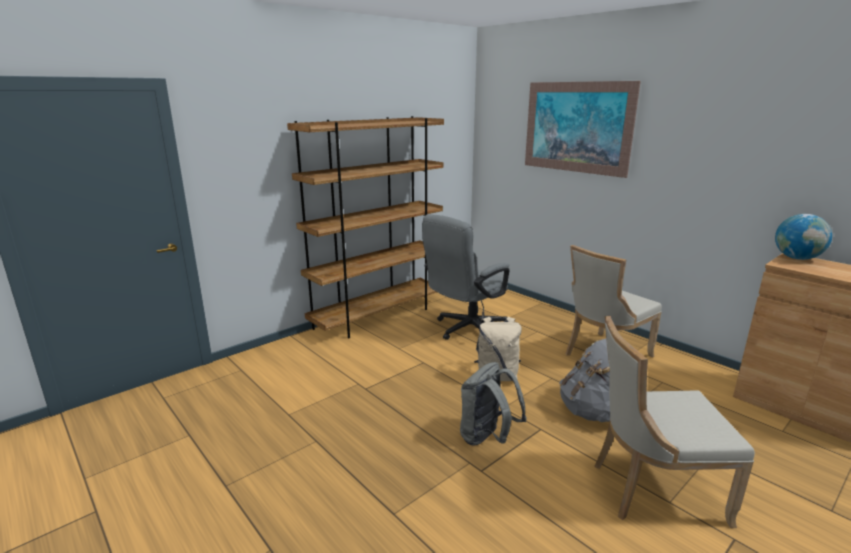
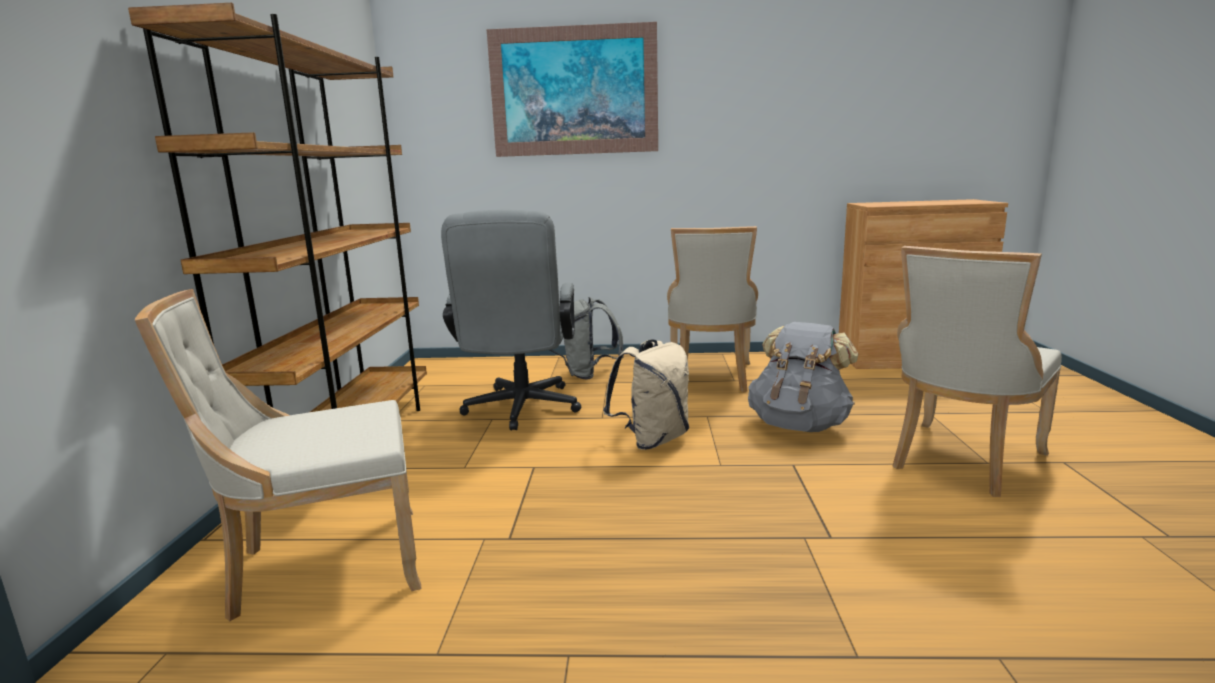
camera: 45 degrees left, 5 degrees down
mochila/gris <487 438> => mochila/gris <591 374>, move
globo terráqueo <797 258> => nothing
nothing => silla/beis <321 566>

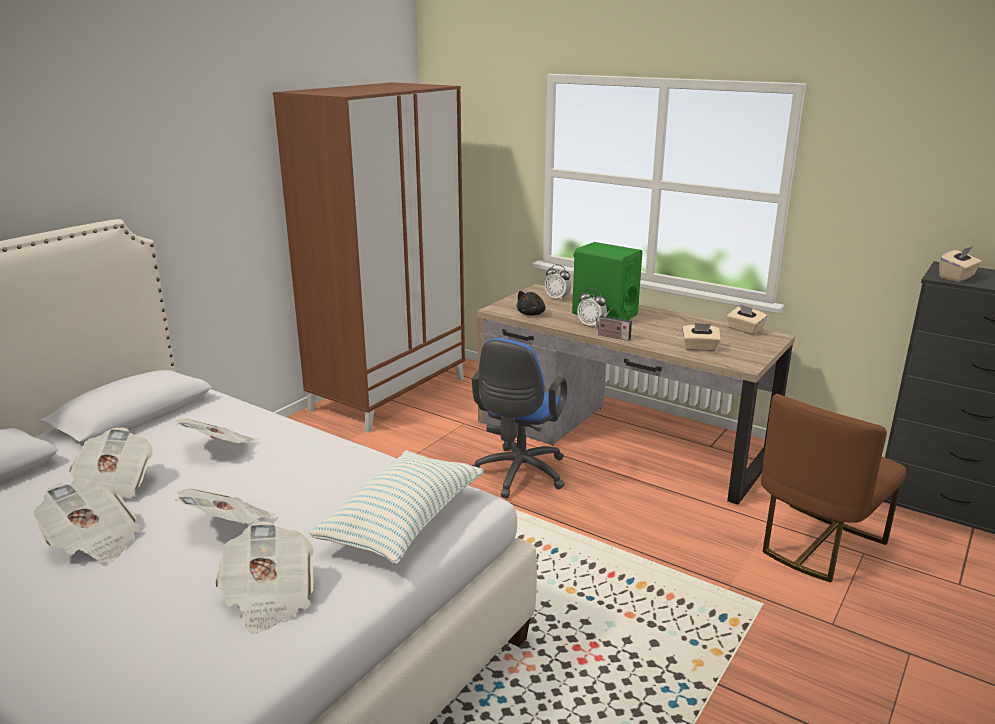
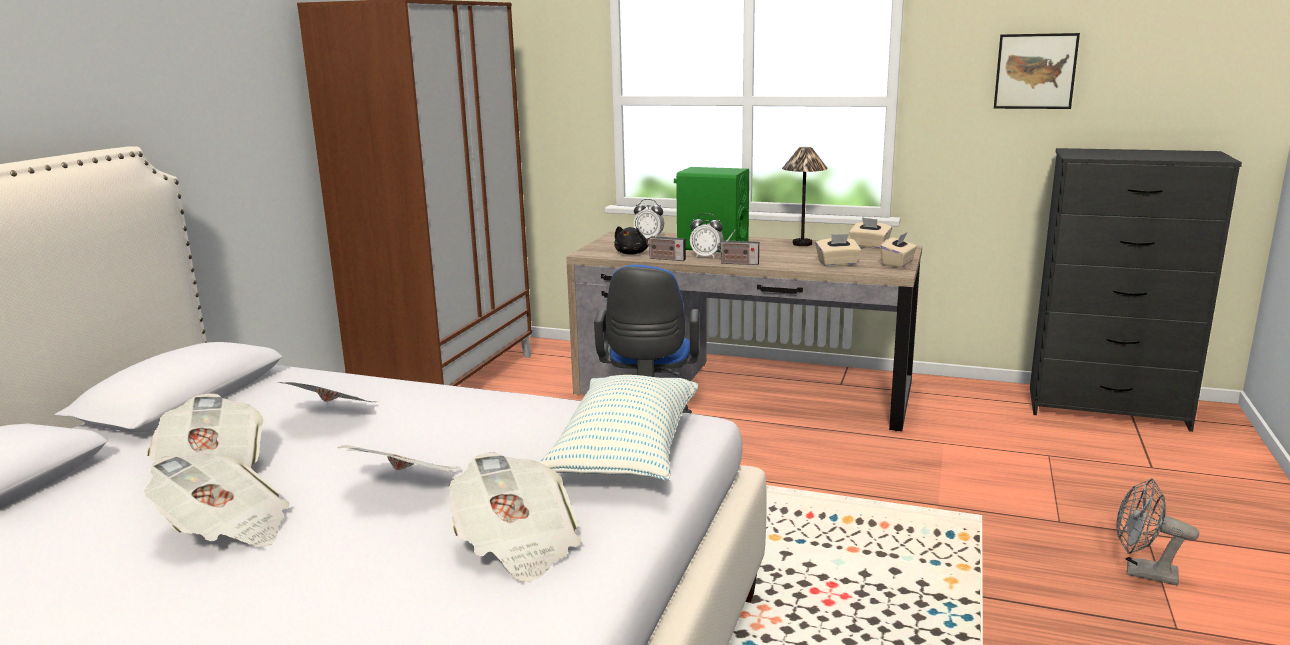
camera: 15 degrees left, 5 degrees down
silla/marrón <816 544> => nothing
caja de pañuelos/beis <957 277> => caja de pañuelos/beis <898 264>, move
nothing => radio <665 259>
nothing => lámpara de mesa <802 244>
nothing => cuadro <1035 71>
nothing => ventilador/gris <1142 573>

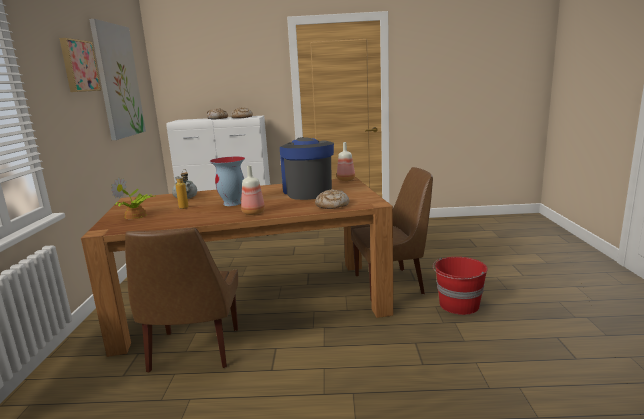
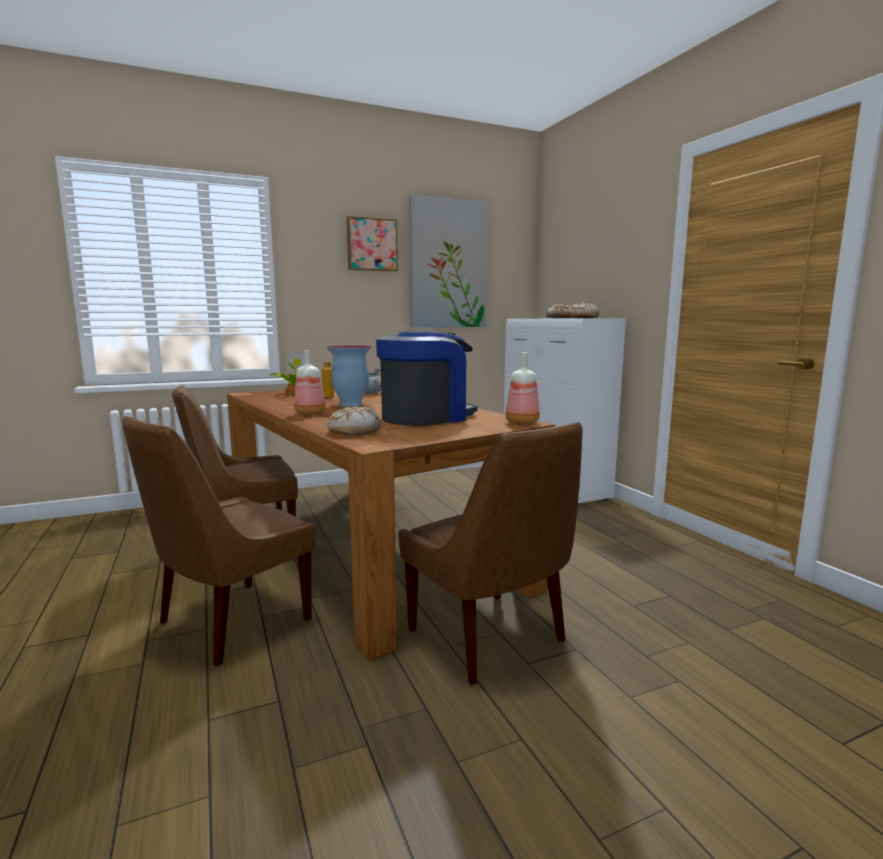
camera: 65 degrees right, 5 degrees down
cubo/rojo <458 305> => nothing
nothing => silla/marrón <229 623>

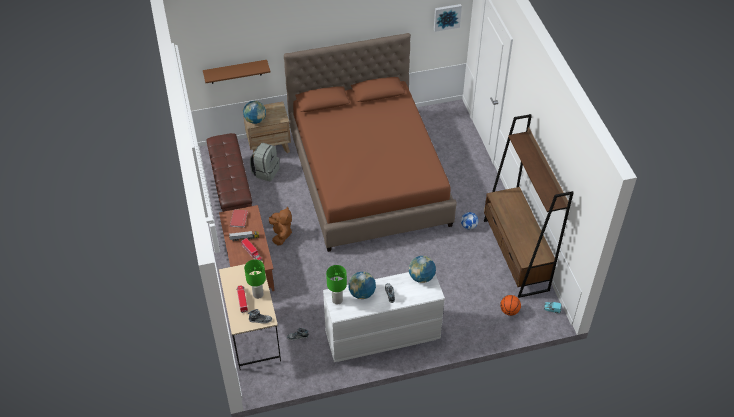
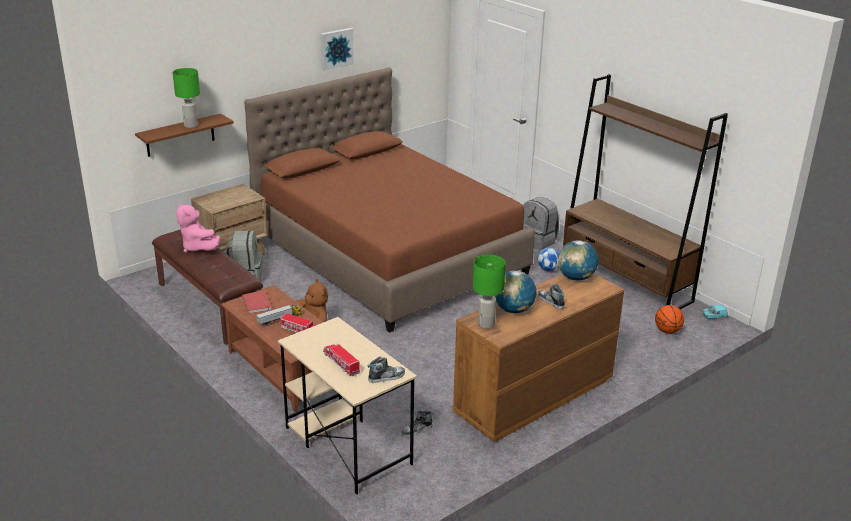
camera: 25 degrees left, 20 degrees down
globo terráqueo <255 120> => nothing
lámpara de mesa/verde <258 294> => lámpara de mesa/verde <190 126>, move
cómoda/blanco <381 336> => cómoda/marrón <533 397>
cuadro <447 17> => cuadro <336 48>, move
nothing => peluche/rosa <198 248>
nothing => mochila/gris <538 241>

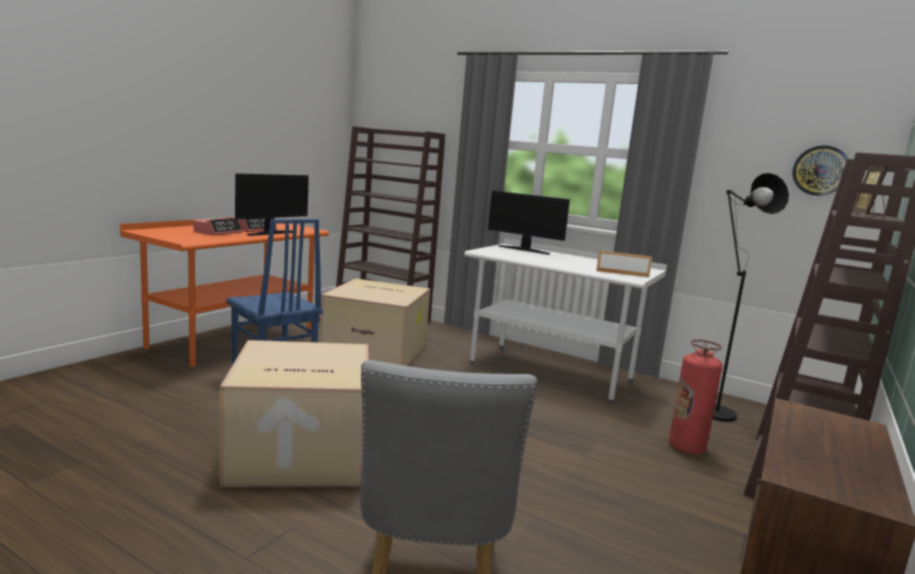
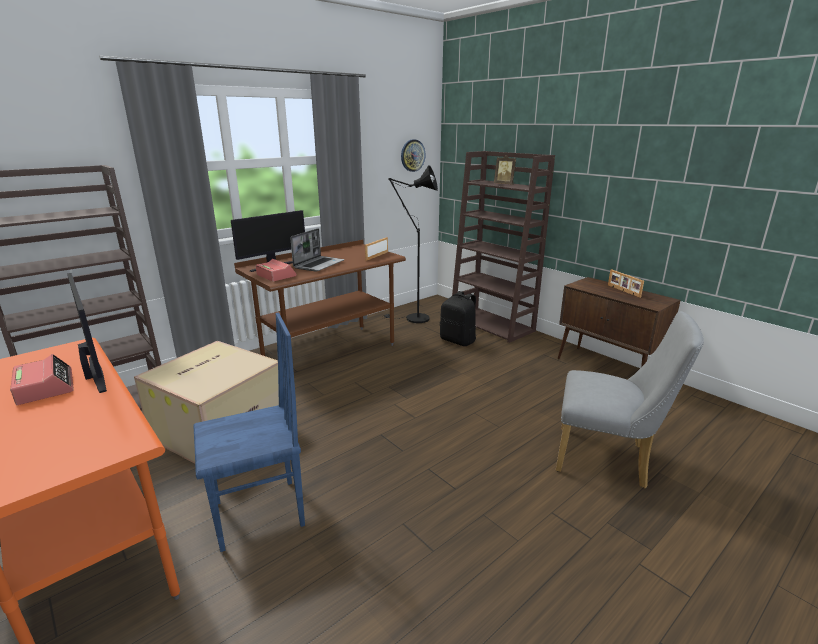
camera: 70 degrees left, 10 degrees up
despertador <218 232> => despertador <276 275>, move
caja de cartón <297 453> => nothing
escritorio/blanco <550 372> => escritorio/marrón <329 352>
extintor <686 448> => mochila/negro <458 340>
nothing => portátil <319 264>
nothing => portarretratos <623 291>

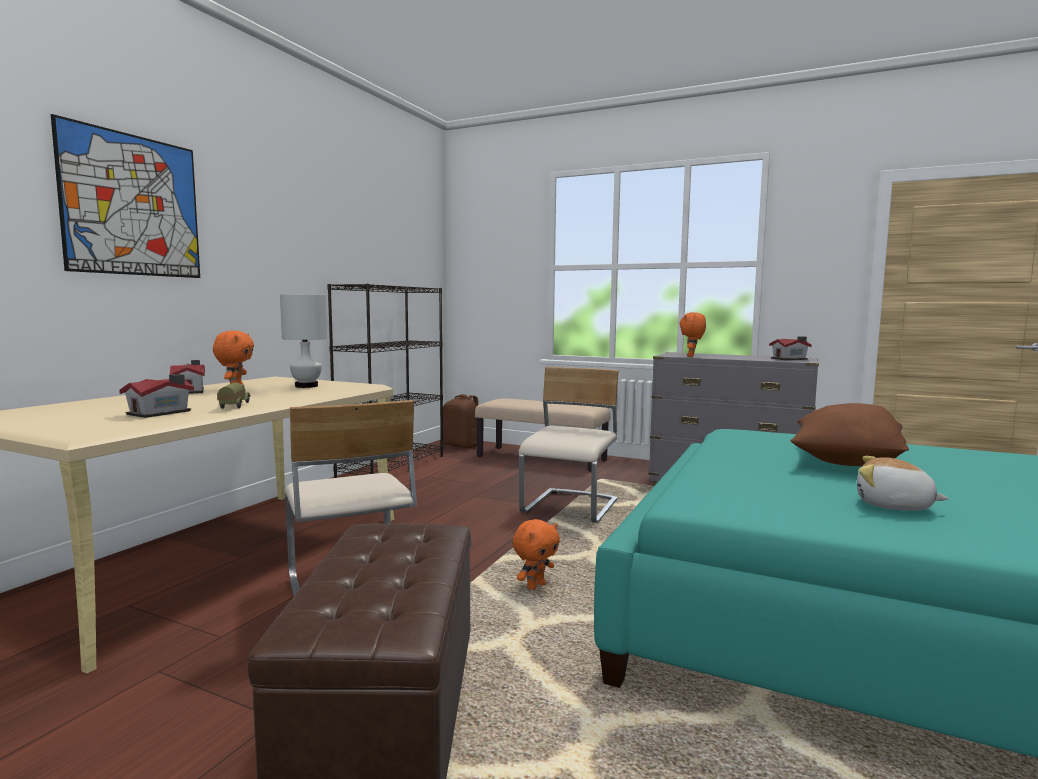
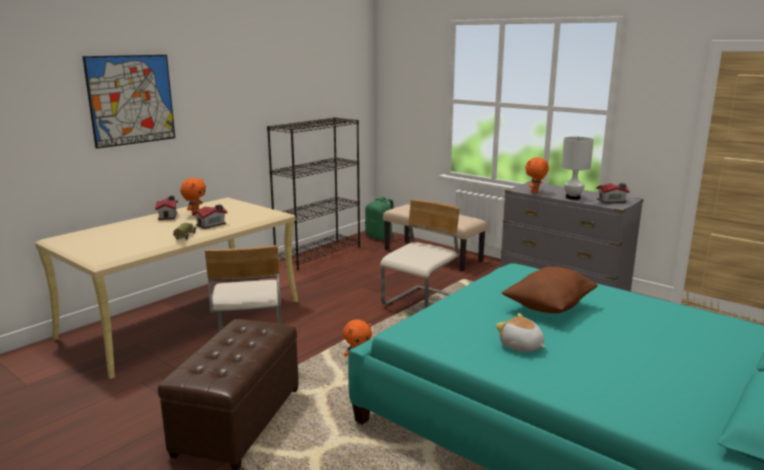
camera: 15 degrees right, 10 degrees up
casita <161 413> => casita <212 224>, move
lámpara de mesa/blanco <306 386> => lámpara de mesa/blanco <572 197>, move
mochila/marrón <462 445> => mochila/verde <380 237>

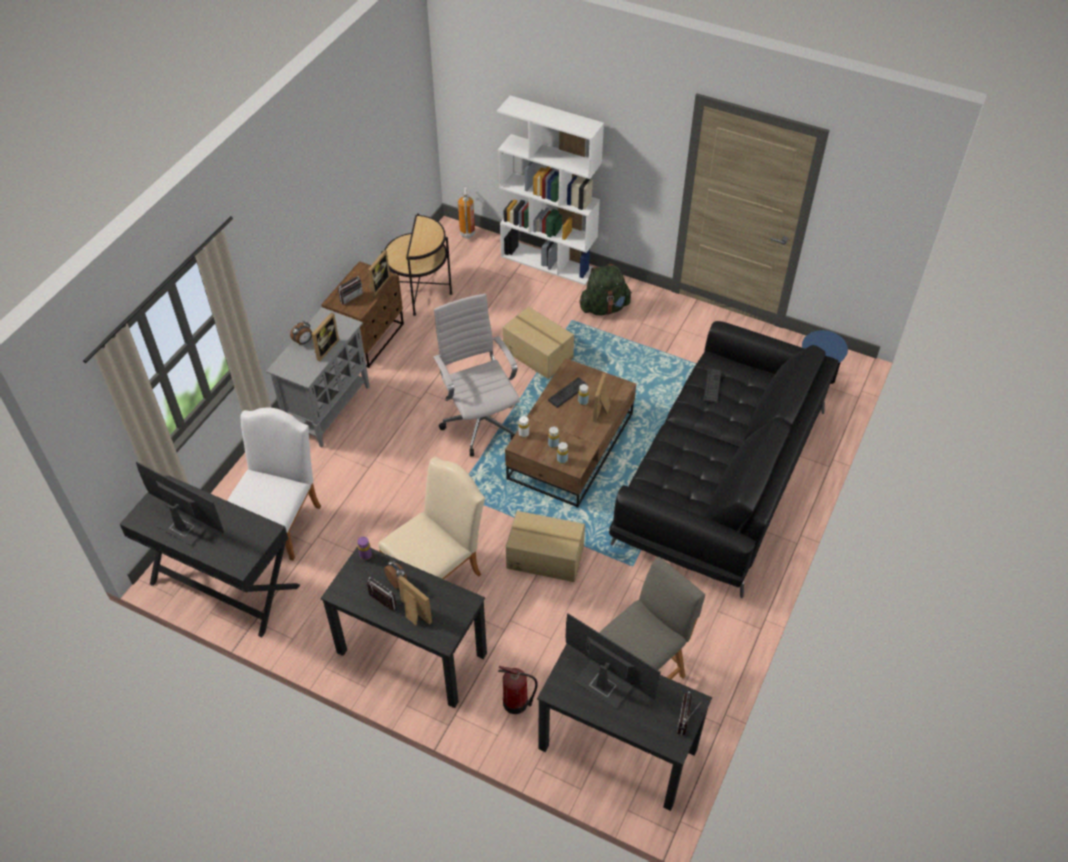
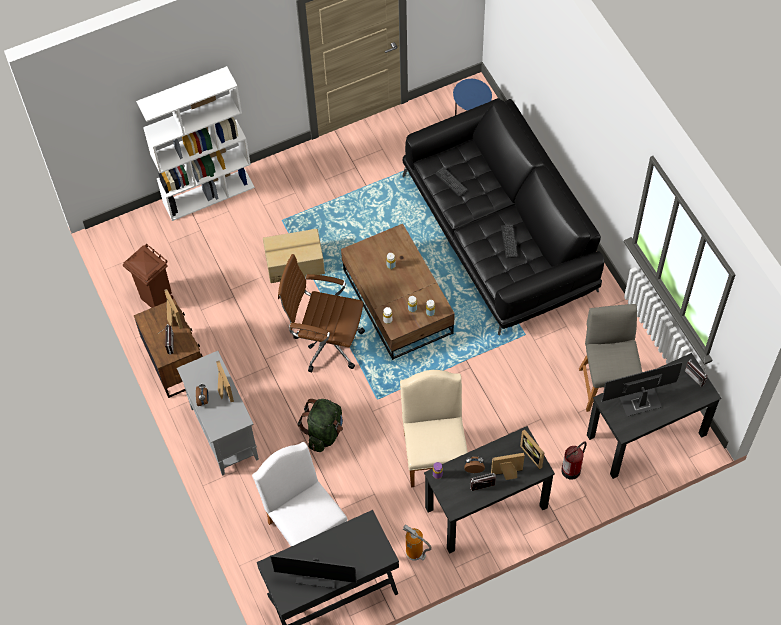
camera: 50 degrees left, 10 degrees up
monitor <182 526> => monitor <318 574>, 150 degrees counterclockwise
mesa auxiliar <419 291> => papelera/marrón <157 299>
silla de oficina/blanco <479 422> => silla de oficina/marrón <325 343>
extintor <467 234> => extintor <415 554>, move
caja de cartón <545 556> => nothing
teclado <567 393> => teclado <509 241>, move
mochila/verde <604 308> => mochila/verde <324 432>, move
portarretratos <602 411> => portarretratos <534 454>, move

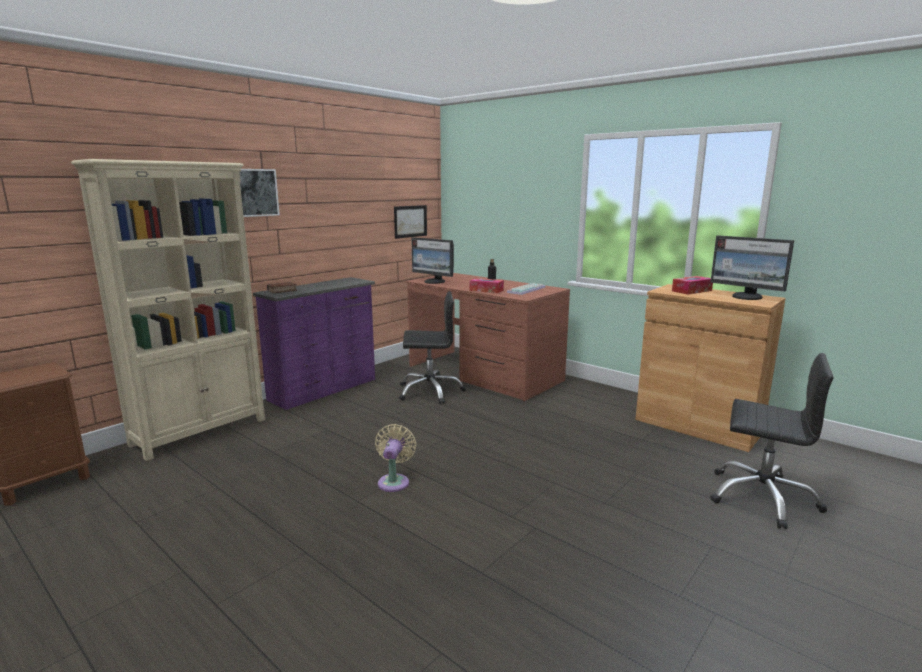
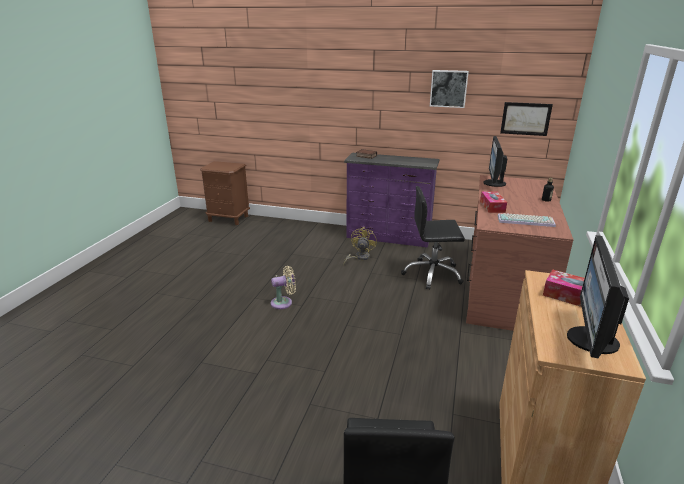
camera: 65 degrees right, 10 degrees up
estantería/beis <201 431> => nothing
cuadro <254 192> => cuadro <448 88>, move
silla de oficina/negro <430 391> => silla de oficina/negro <432 274>, 120 degrees clockwise
nothing => ventilador/amarillo <359 257>

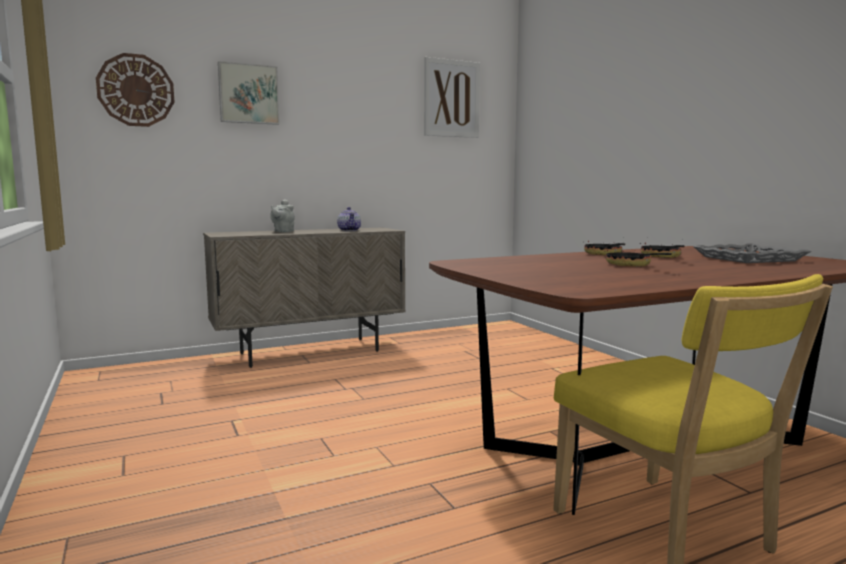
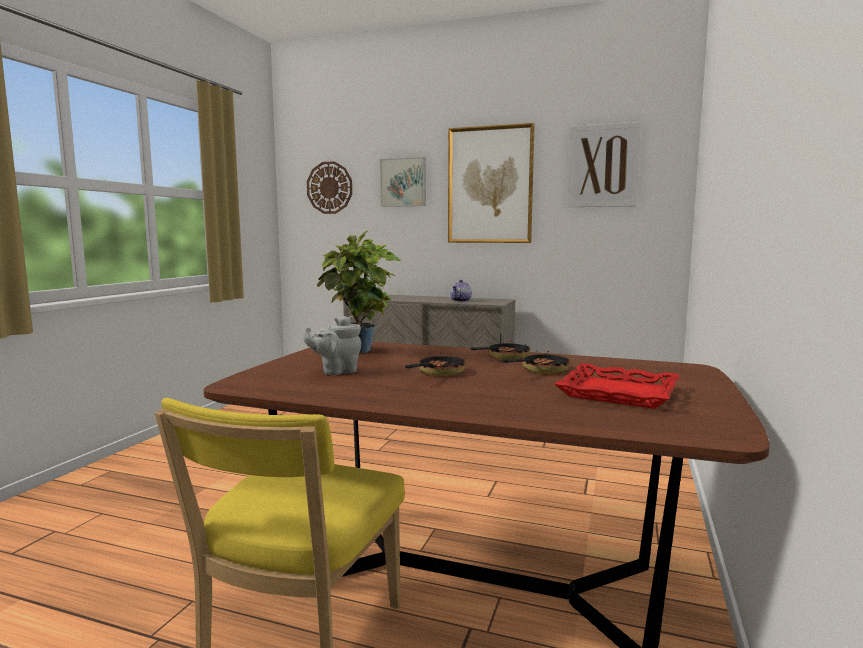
camera: 45 degrees right, 0 degrees up
tetera/gris <283 231> => tetera/gris <336 371>, move
bandeja/gris <748 259> => bandeja/rojo <618 393>
nothing => planta en maceta <362 352>
nothing => cuadro <490 185>

